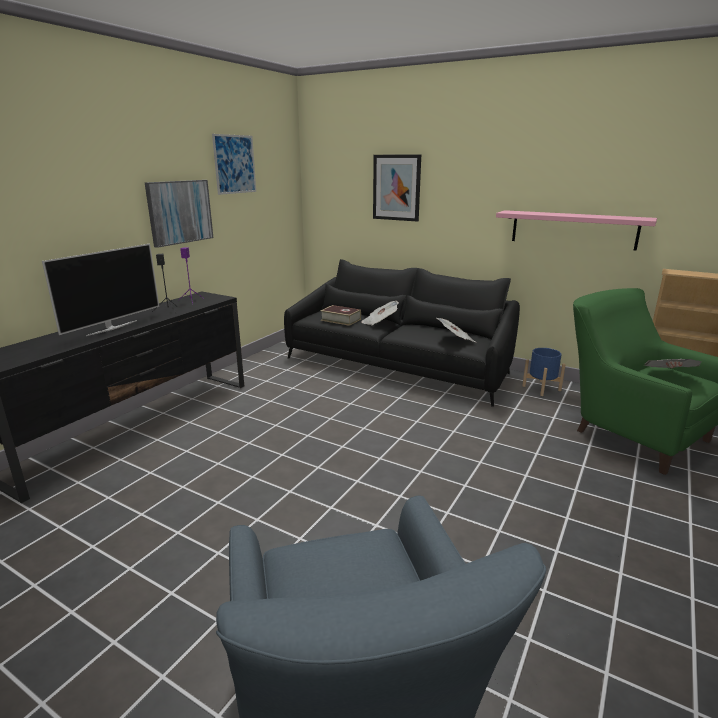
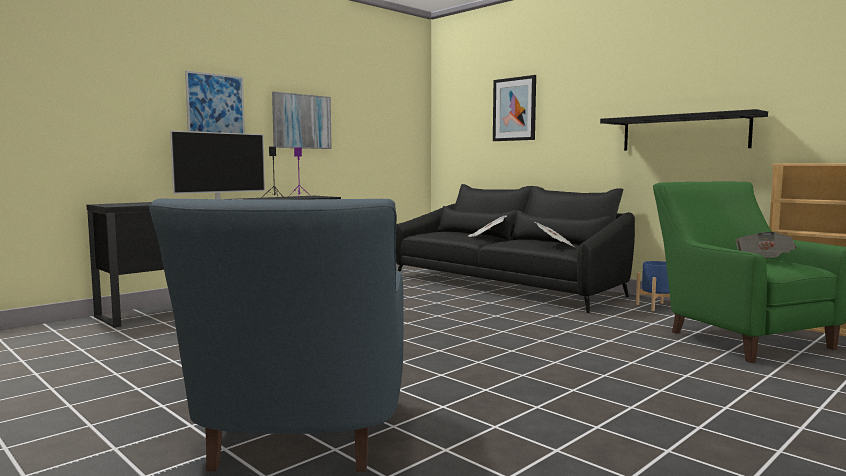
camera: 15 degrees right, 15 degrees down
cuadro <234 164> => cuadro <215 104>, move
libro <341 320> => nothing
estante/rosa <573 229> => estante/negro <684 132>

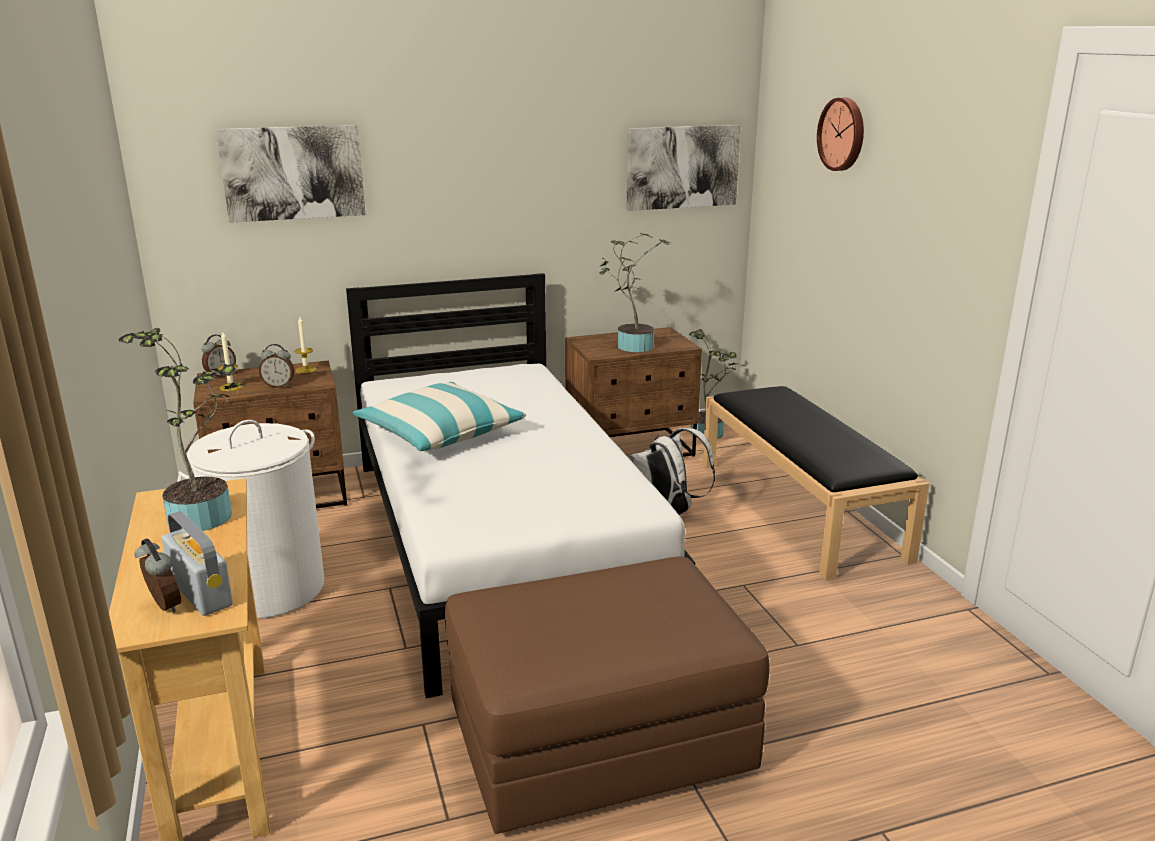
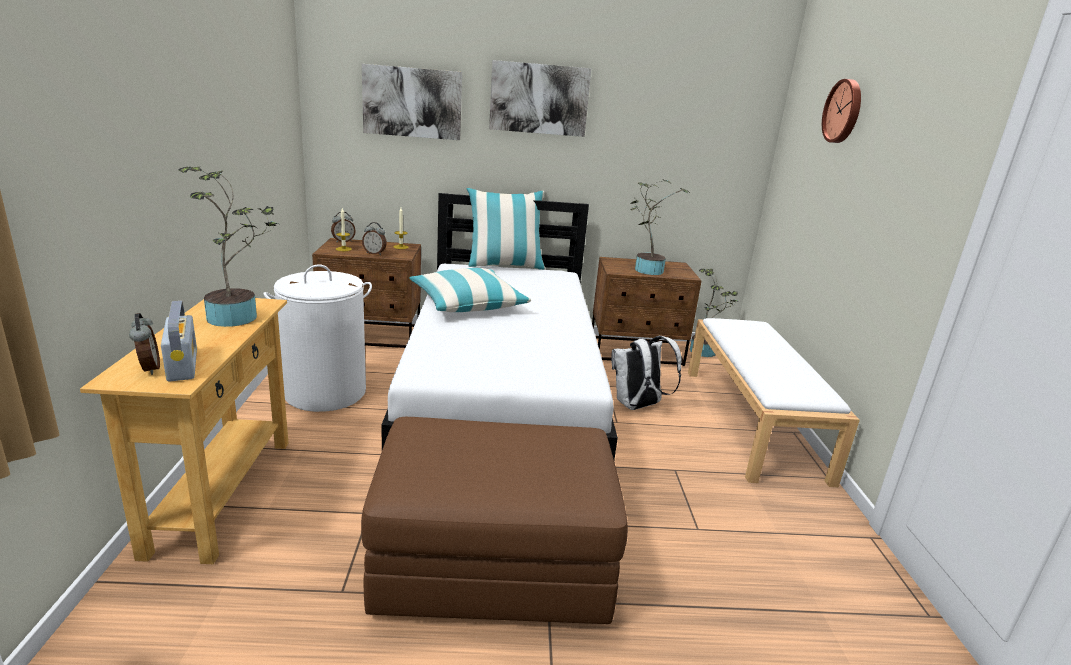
camera: 15 degrees right, 0 degrees up
cuadro <682 167> => cuadro <539 99>, move
banco/negro <800 509> => banco/blanco <753 422>
nothing => cojín <504 265>

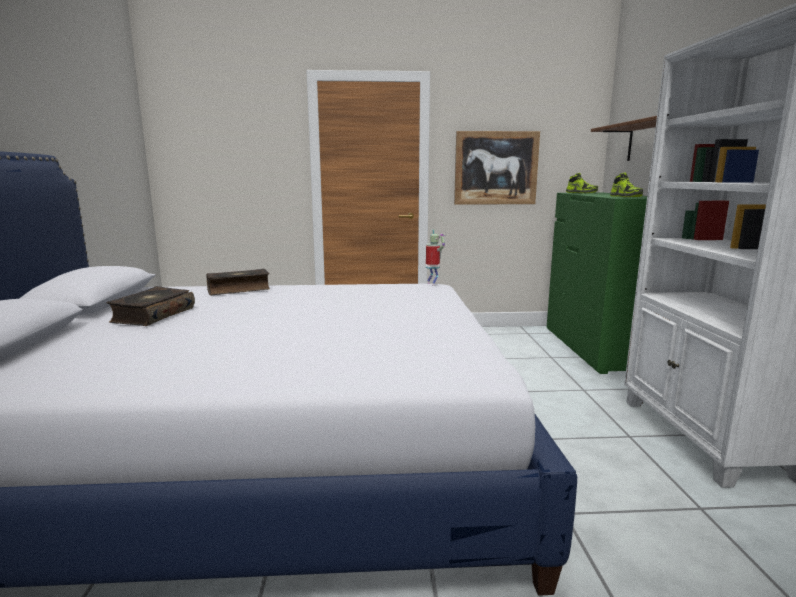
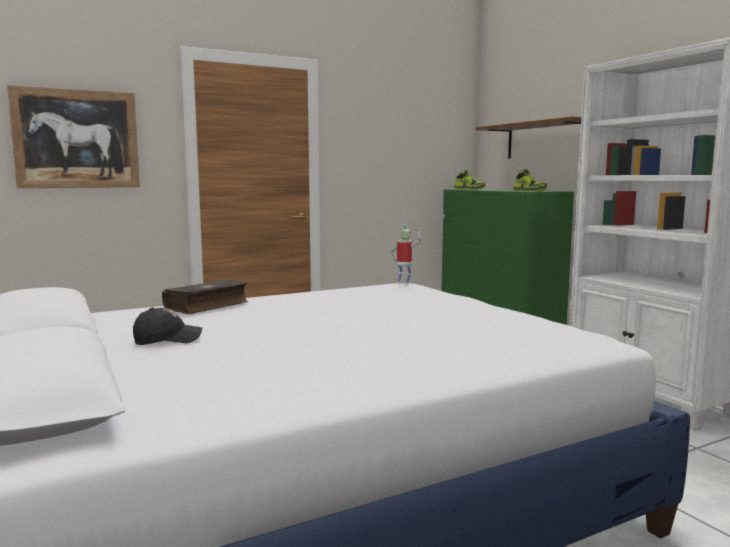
camera: 25 degrees left, 5 degrees down
libro <153 315> => gorra/negro <168 340>
cuadro <496 168> => cuadro <77 139>, move

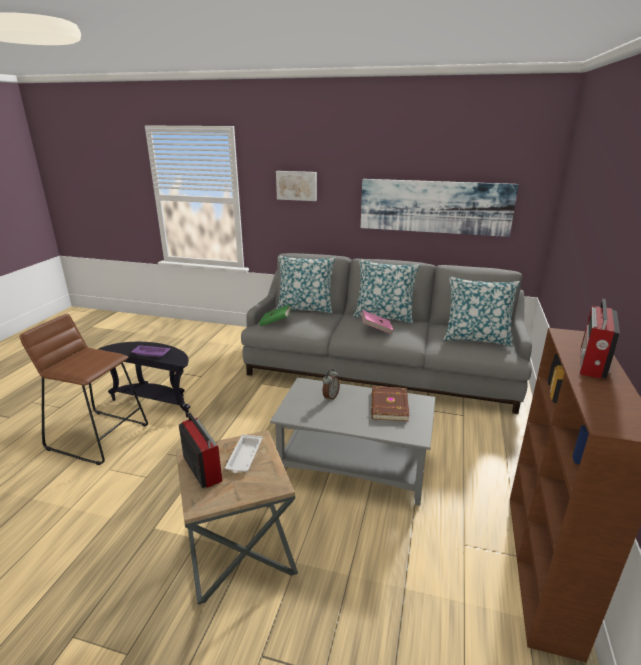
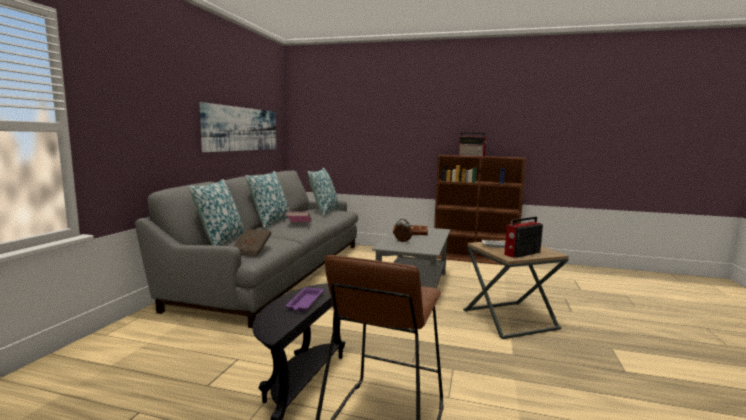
camera: 90 degrees left, 15 degrees down
libro/verde <275 322> => libro/marrón <252 251>
cuadro <297 185> => nothing

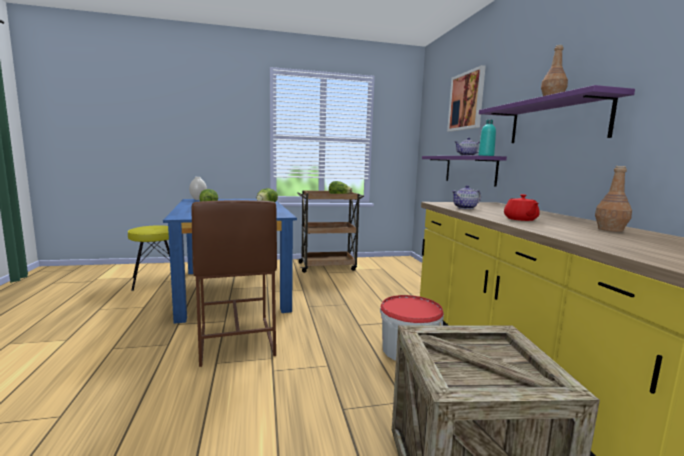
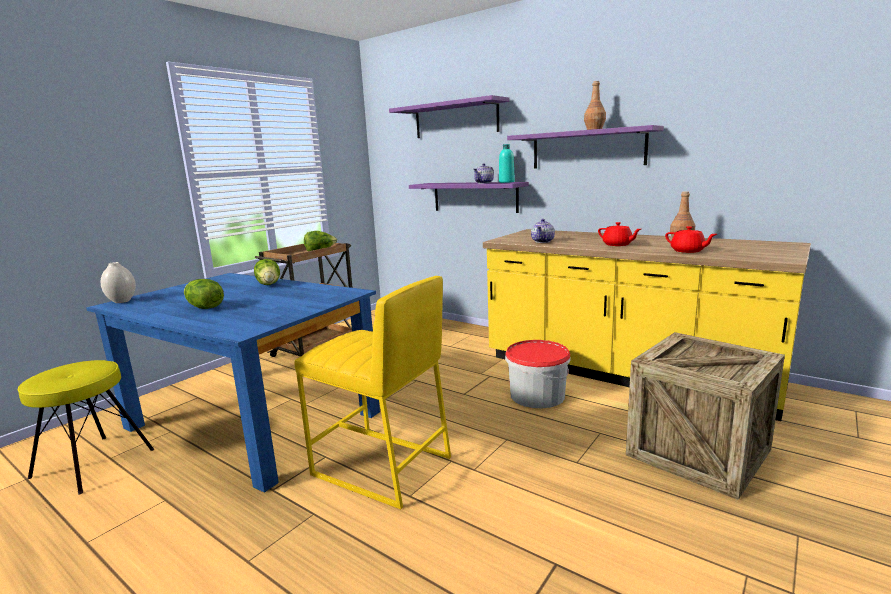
camera: 40 degrees left, 5 degrees up
taburete/marrón <235 340> => taburete/amarillo <381 467>
cuadro <466 101> => estante/morado <455 119>
nothing => tetera/rojo <688 251>

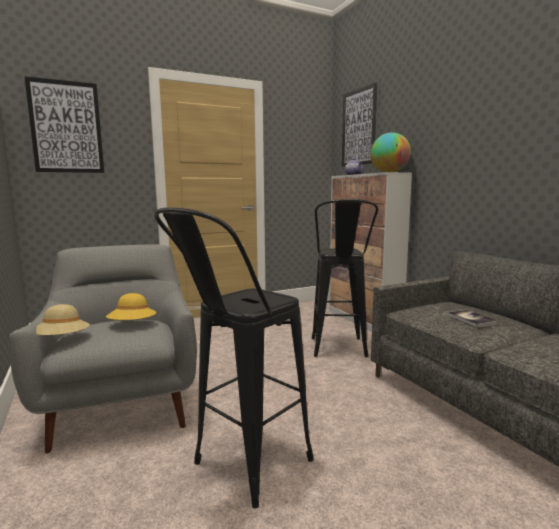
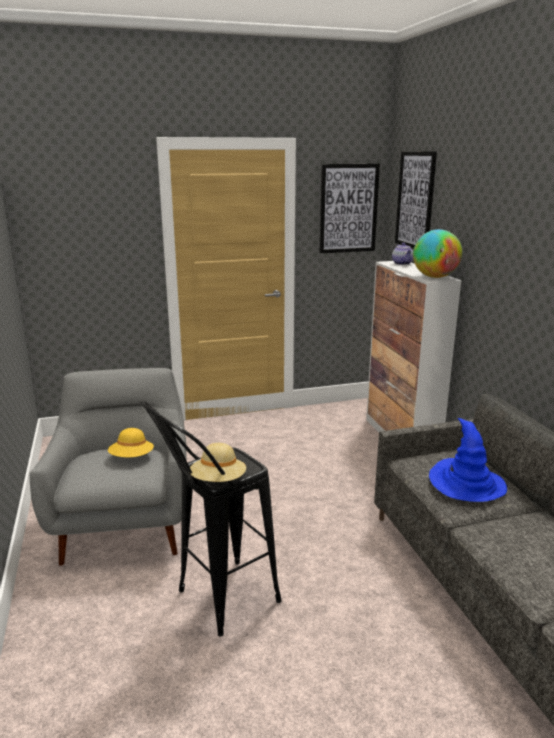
camera: 10 degrees right, 10 degrees up
cuadro <66 127> => cuadro <348 208>, move
sombrero/beis <62 340> => sombrero/beis <218 481>, move
taburete/negro <339 351> => nothing
libro <471 319> => sombrero/azul <466 483>

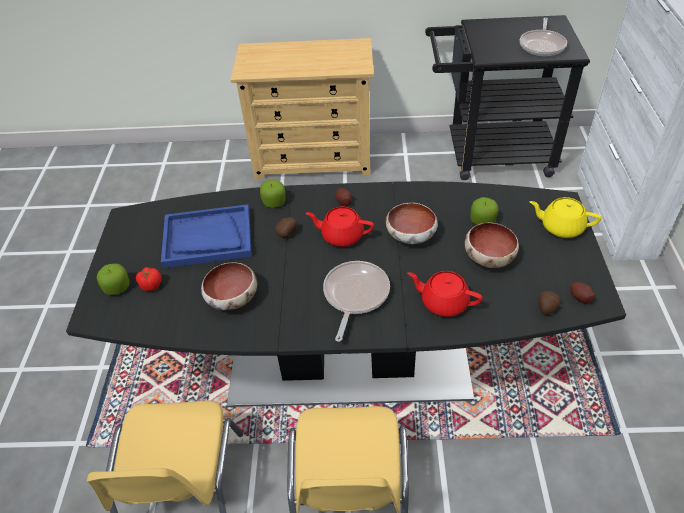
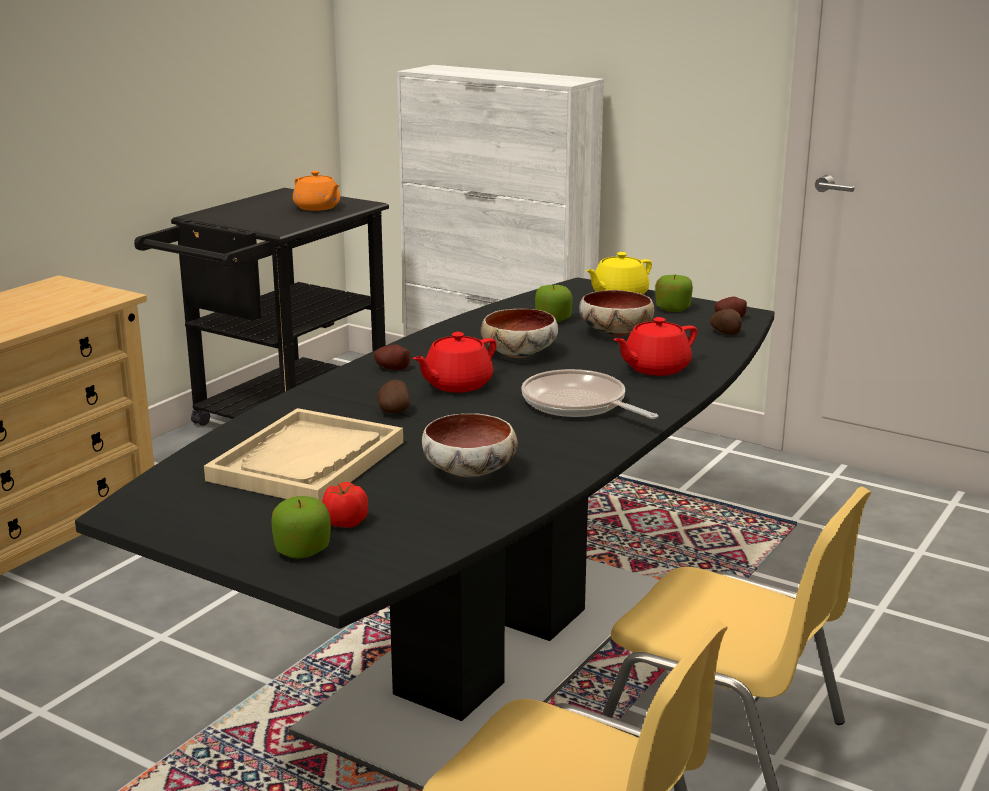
camera: 60 degrees left, 25 degrees down
bandeja/azul <207 238> => bandeja/beis <307 461>
manzana <274 202> => manzana <672 308>, move
sartén <542 45> => tetera/naranja <317 208>

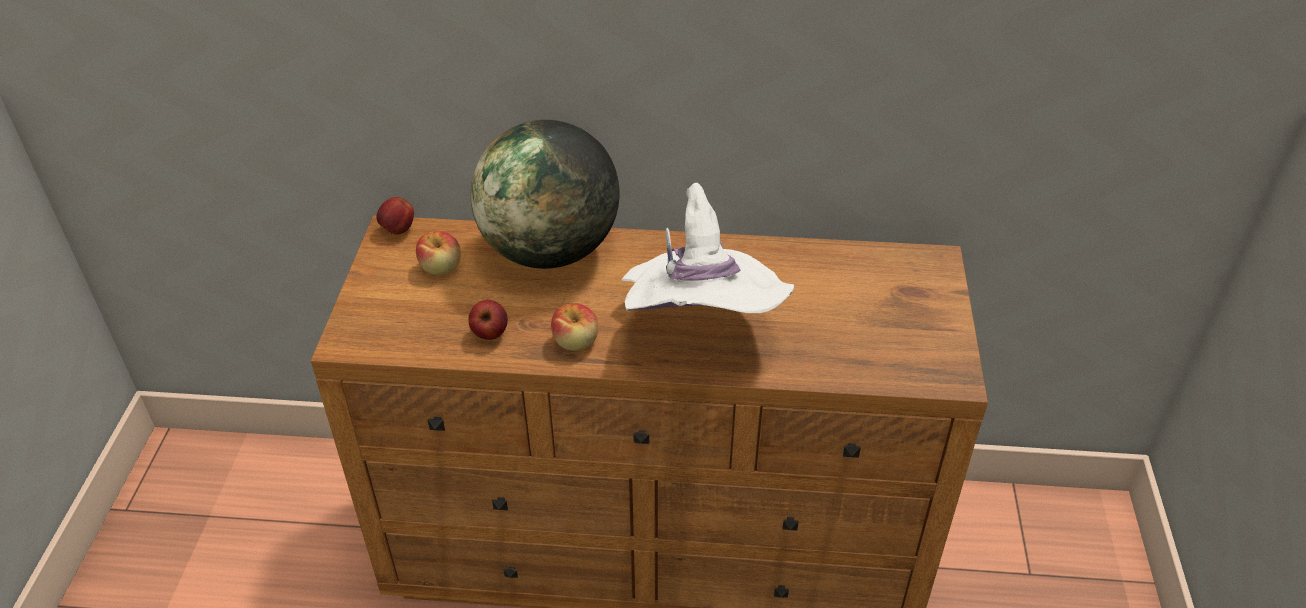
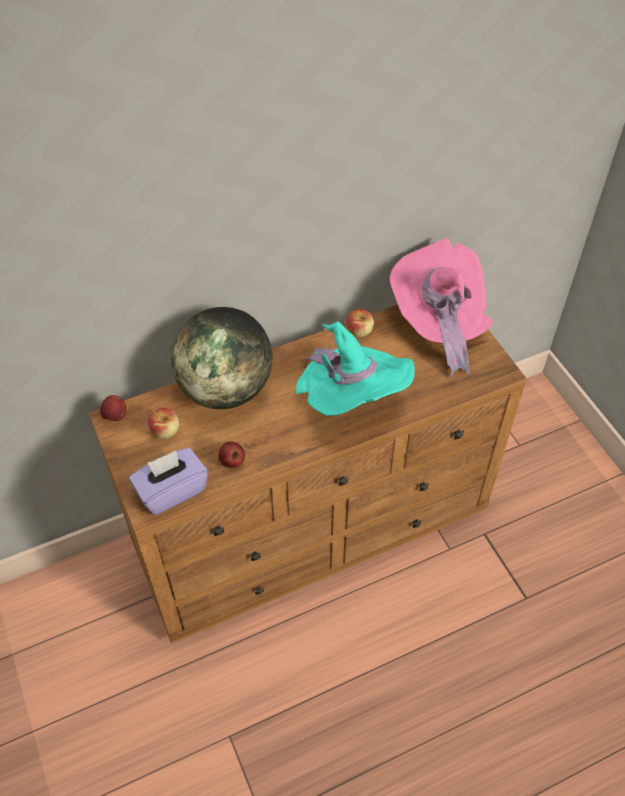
camera: 30 degrees left, 10 degrees up
manzana <576 342> => manzana <359 331>, move
sombrero/blanco <700 326> => sombrero/turquesa <350 400>
nothing => caja de pañuelos/morado <171 491>
nothing => sombrero/rosa <439 324>

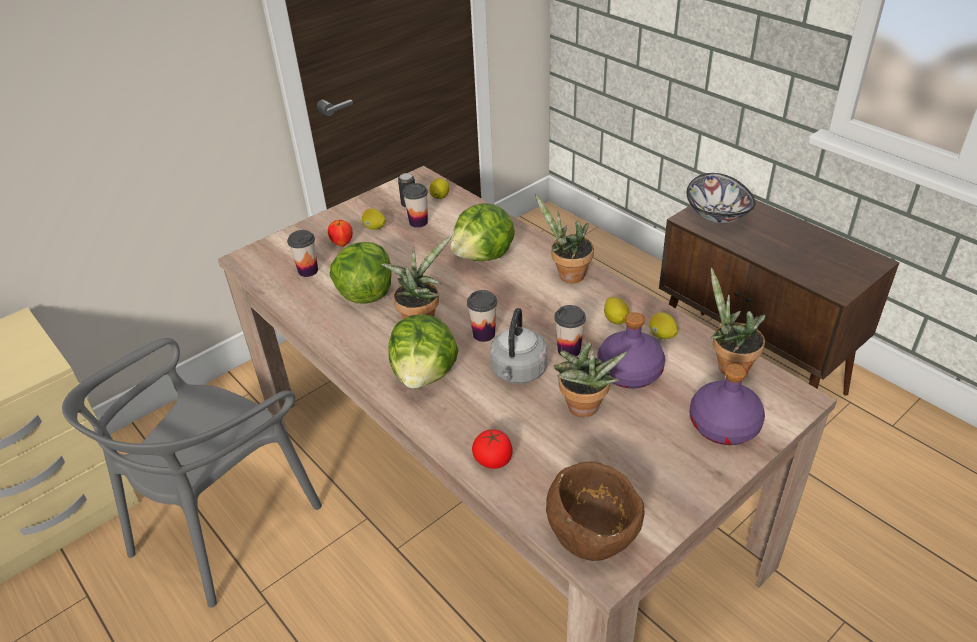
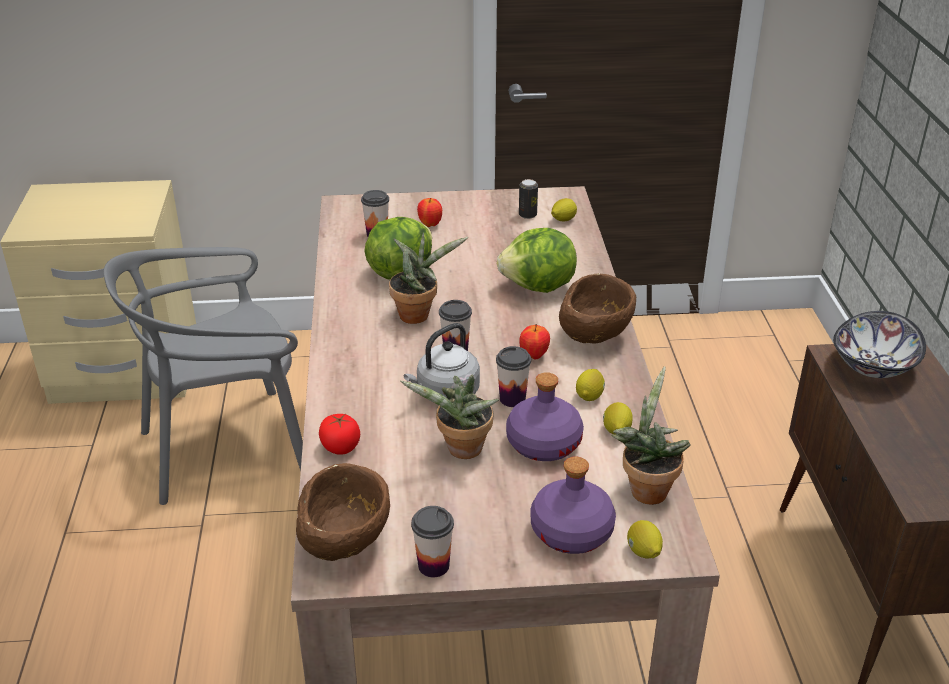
camera: 35 degrees right, 5 degrees down
limón <375 228> => limón <643 552>, move
lechuga <425 375> => nothing
taza <418 222> => taza <433 565>, move
planta en maceta <567 275> => cuenco/marrón <595 337>
nothing => manzana <534 355>

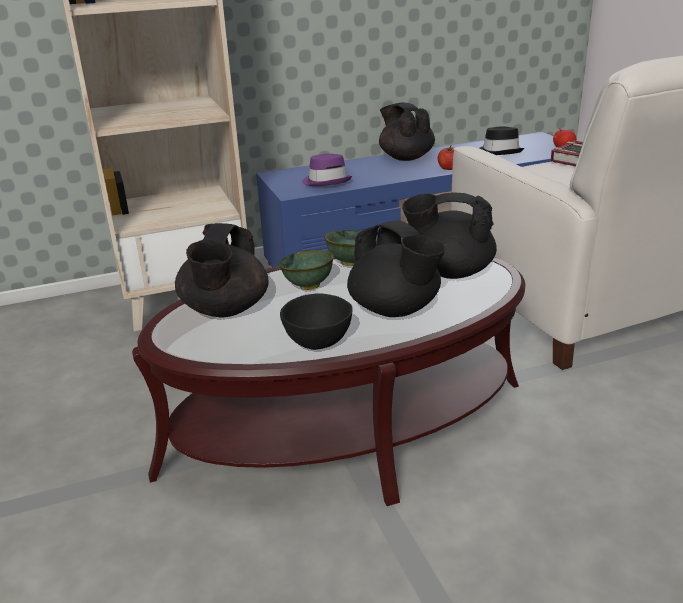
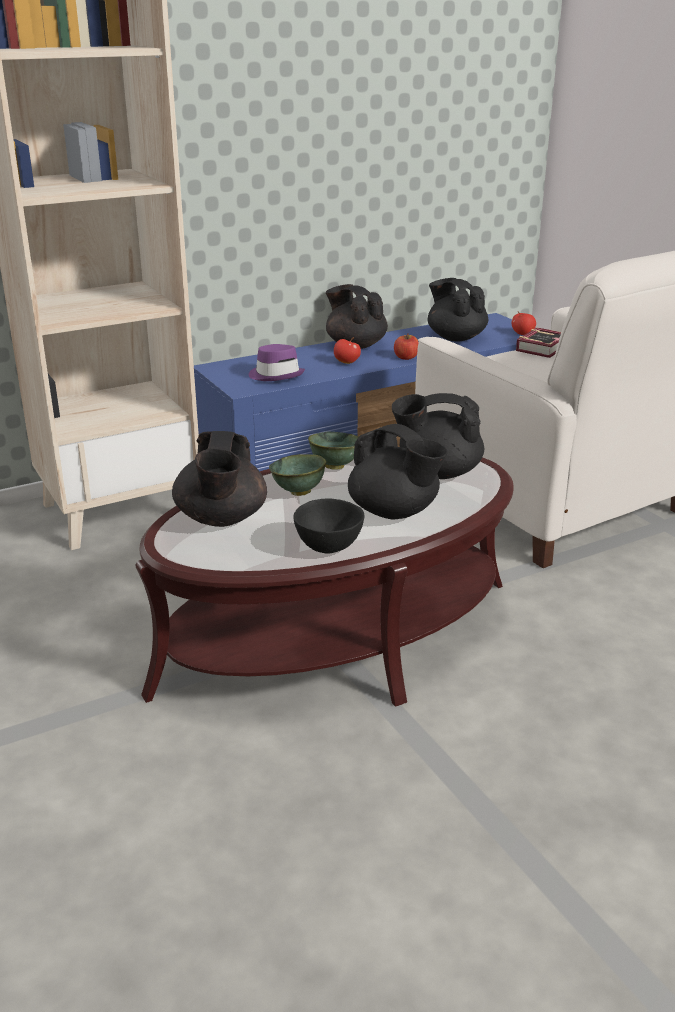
camera: 10 degrees left, 0 degrees up
sombrero/negro <499 152> => tetera/negro <455 337>
nothing => manzana <346 362>

